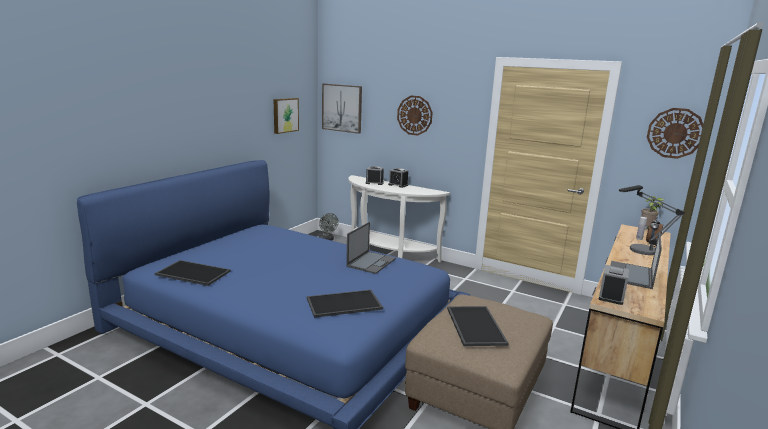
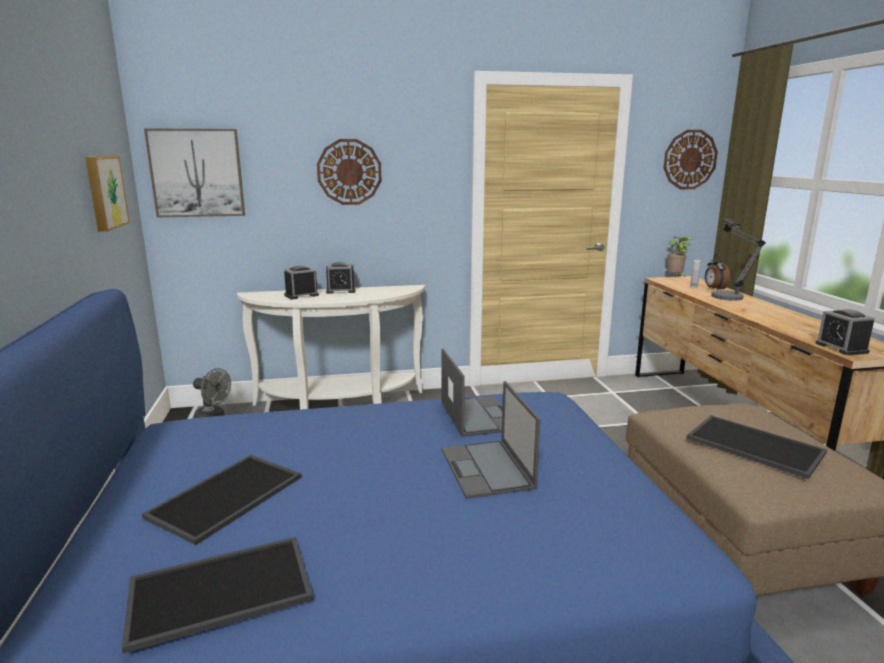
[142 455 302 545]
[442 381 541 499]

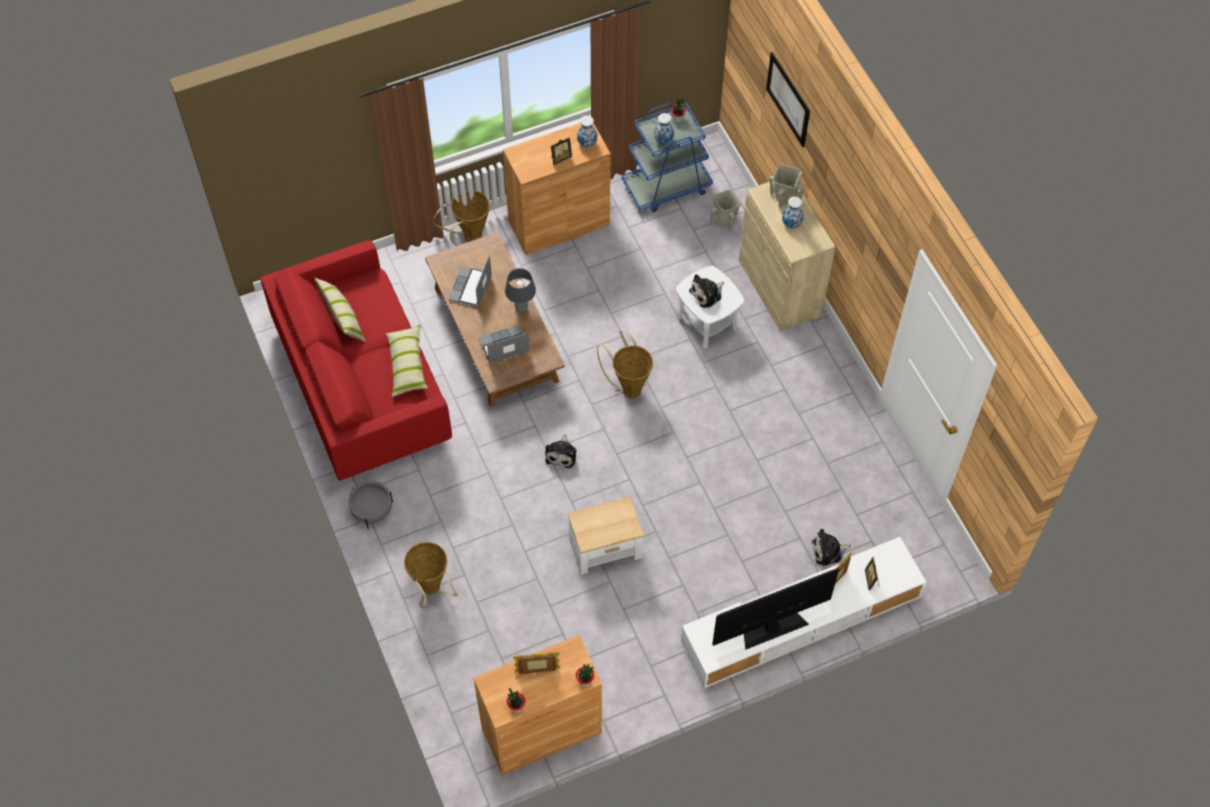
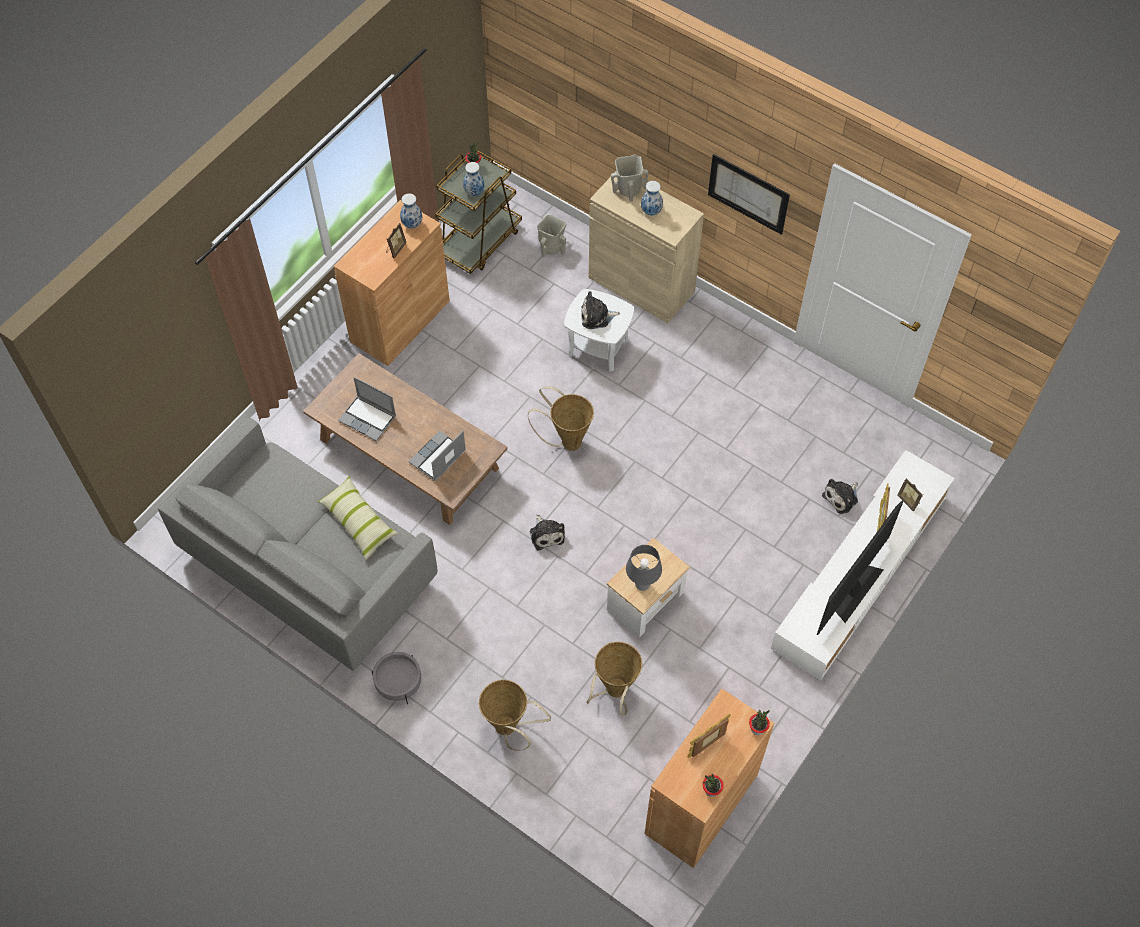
[158 418 437 671]
[314 278 366 342] (first image)
[586 642 643 715]
[338 377 396 441]
[626 545 662 591]
[435 150 522 274]
[581 291 620 329]
[708 154 790 235]

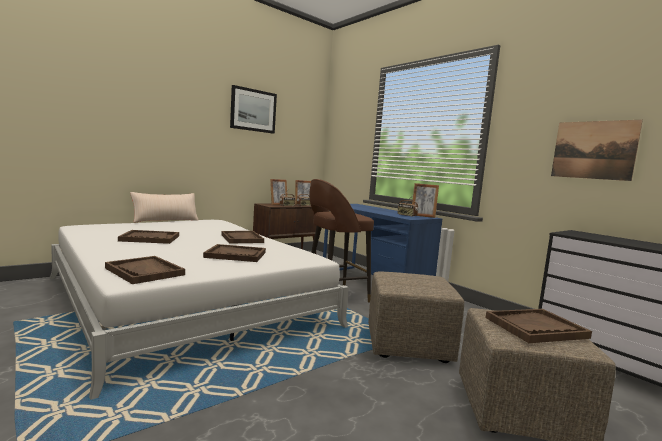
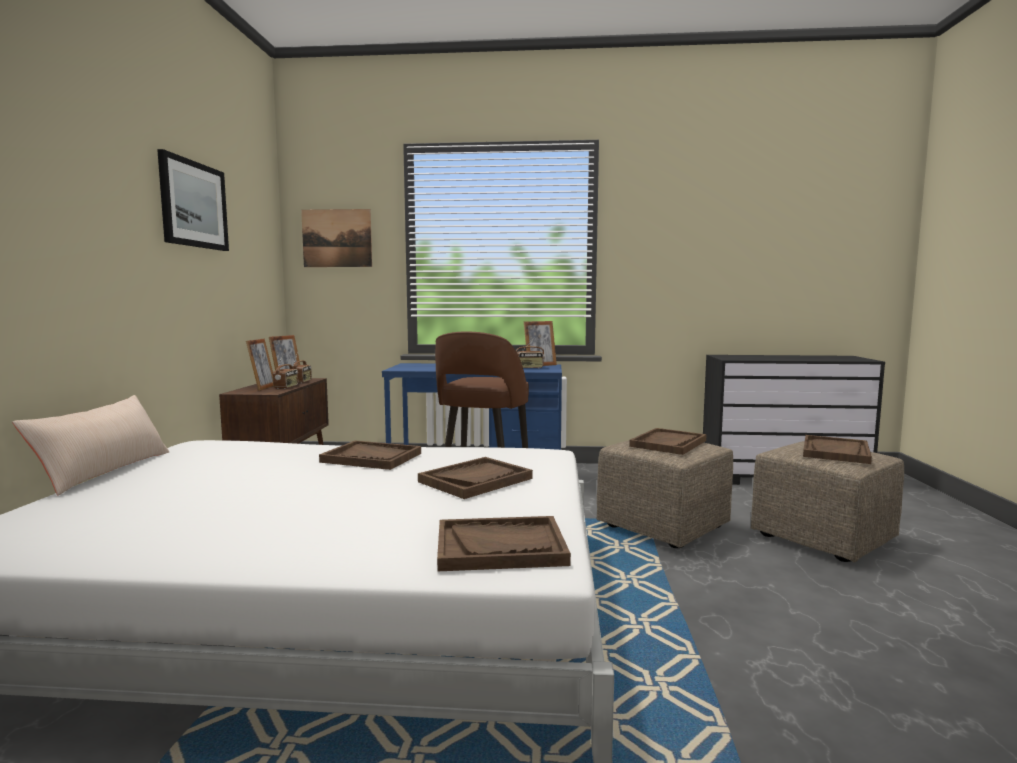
[629 428 707 455]
[301 209 372 267]

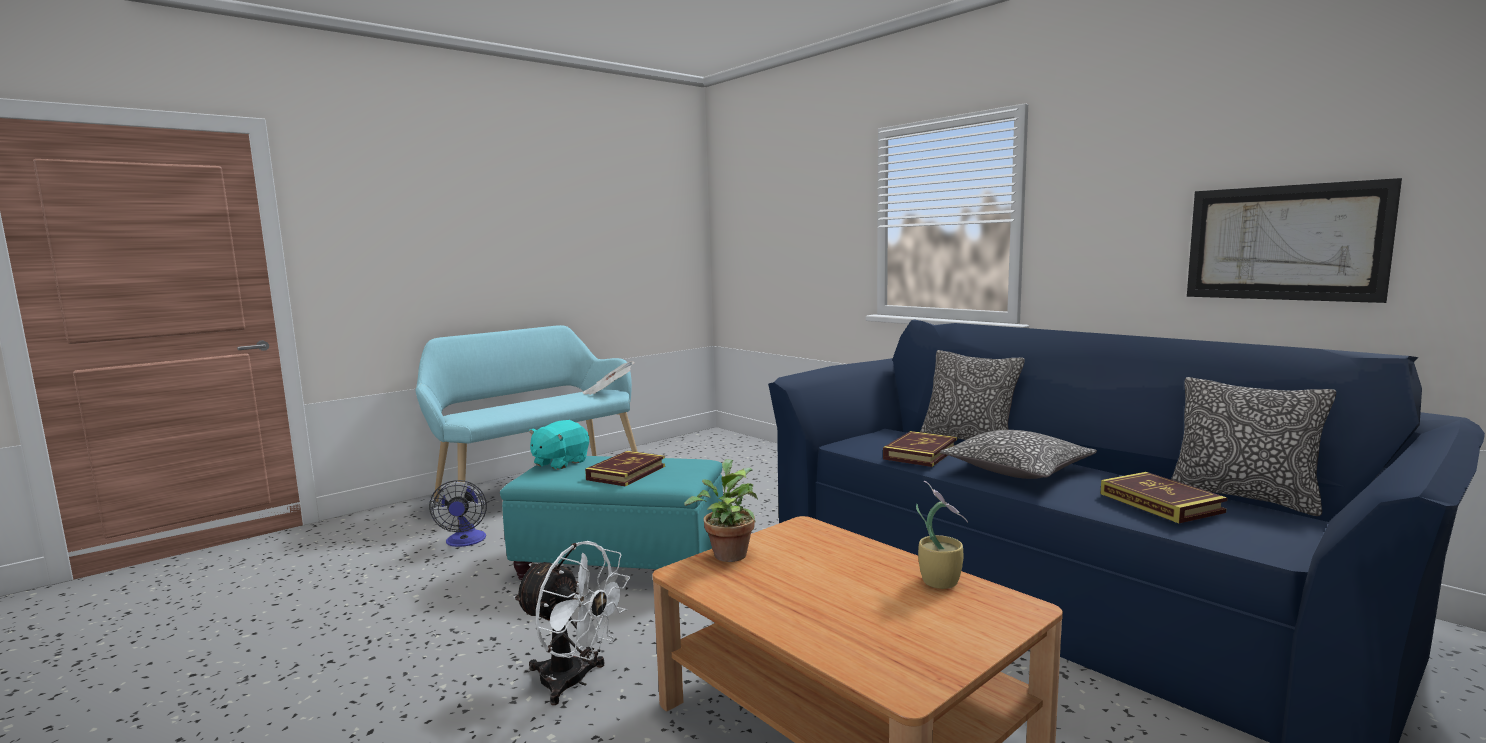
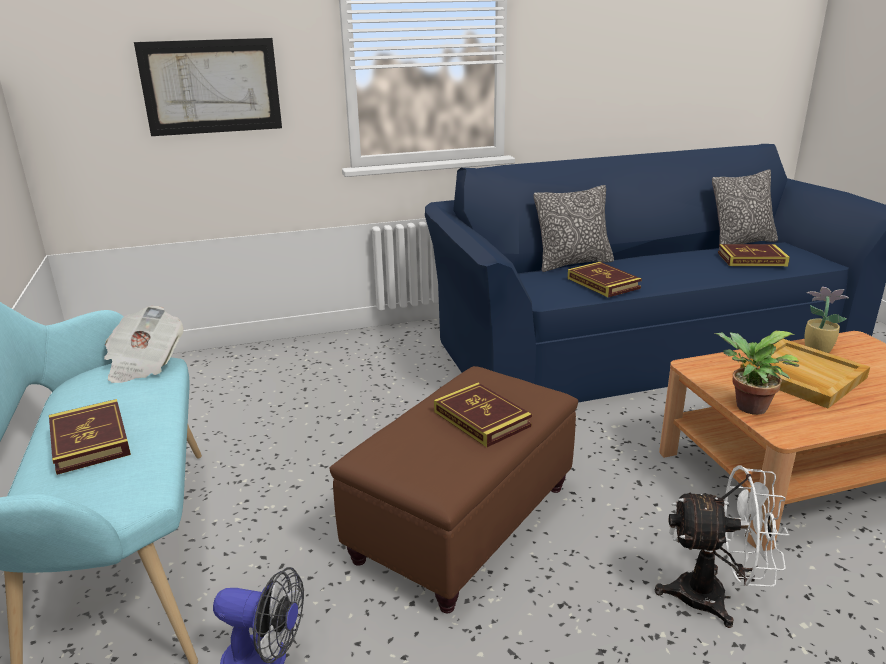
[329 366 578 613]
[655 465 790 628]
[529 420 589 470] (first image)
[940 430 1097 479] (first image)
[134 38 282 136]
[49 399 131 475]
[740 339 870 408]

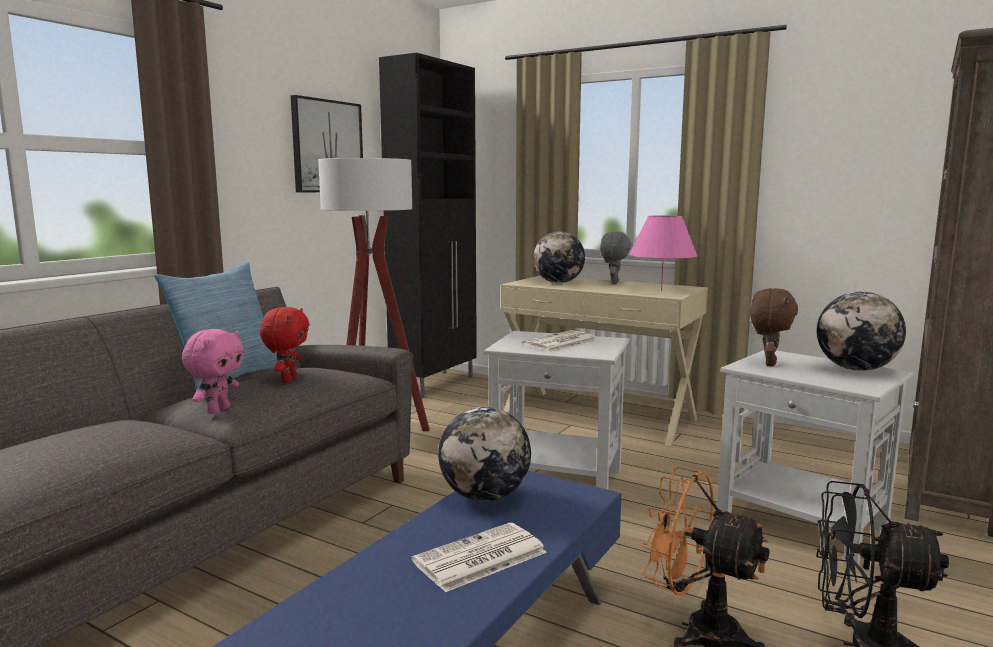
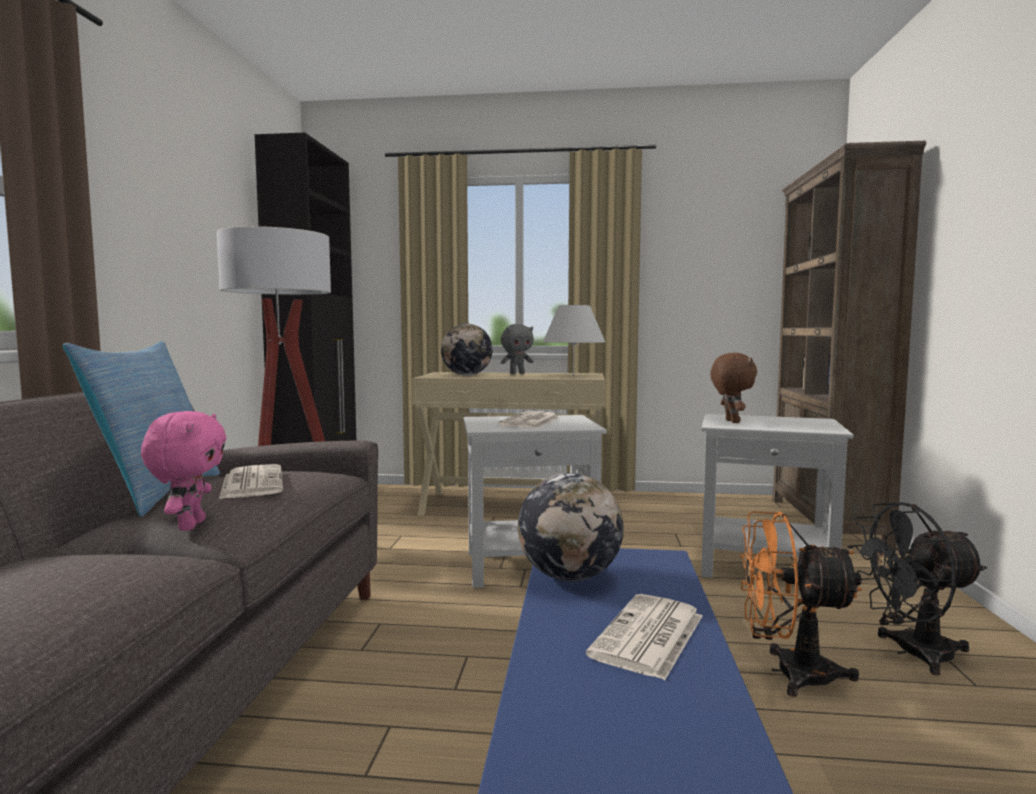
[219 464 283 499]
[291 95 363 193] (first image)
[501 324 534 374]
[543 305 605 376]
[817 291 906 371] (first image)

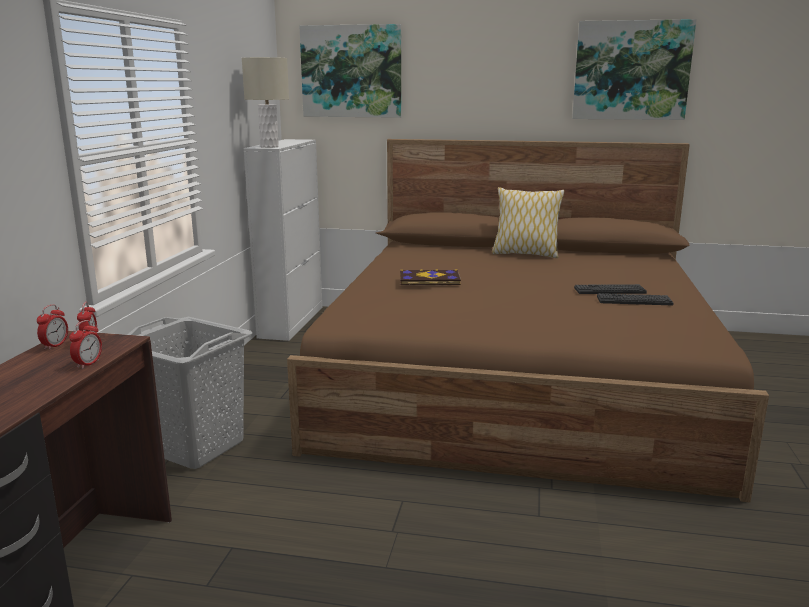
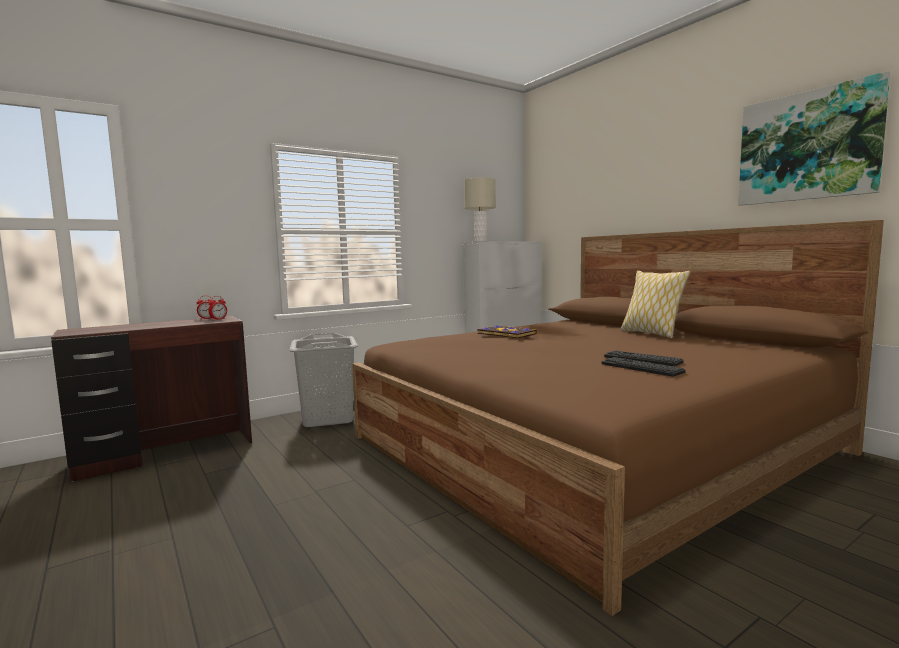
[69 320 102 369] (first image)
[300 24 401 118] (first image)

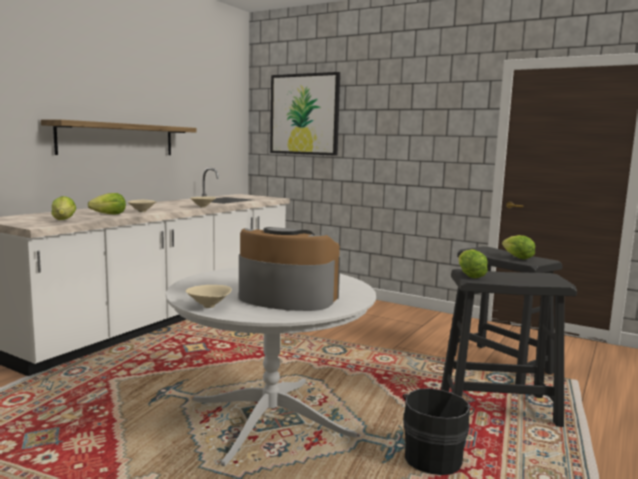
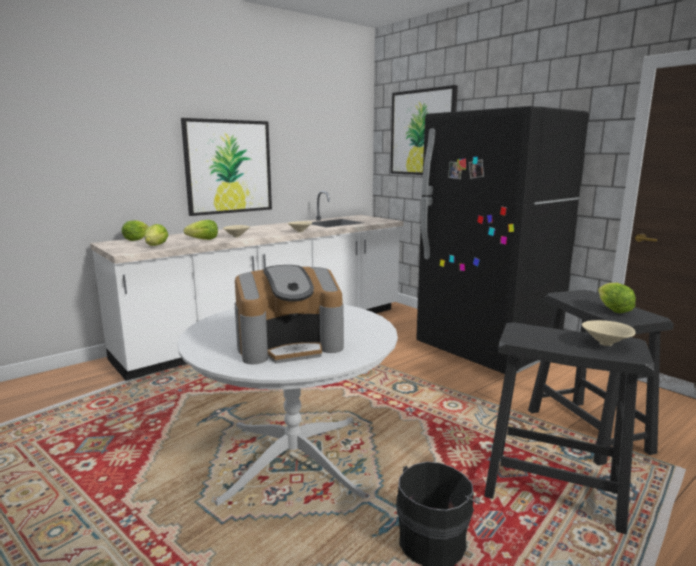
[181 118 272 216]
[582 320 636 346]
[235 265 344 364]
[121 220 149 241]
[416 106 589 374]

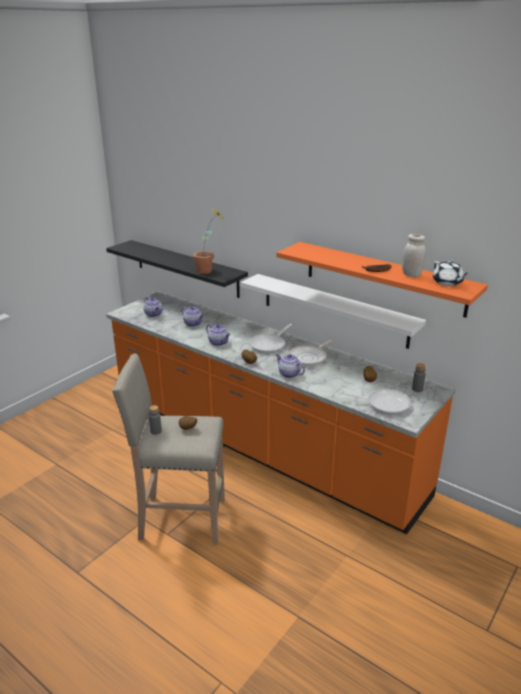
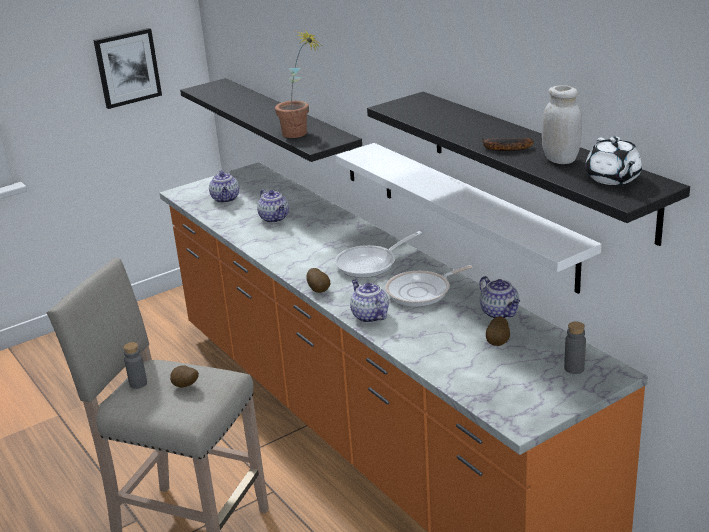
[479 276 520 319]
[367 92 690 246]
[339 389 411 415] (first image)
[93 28 162 109]

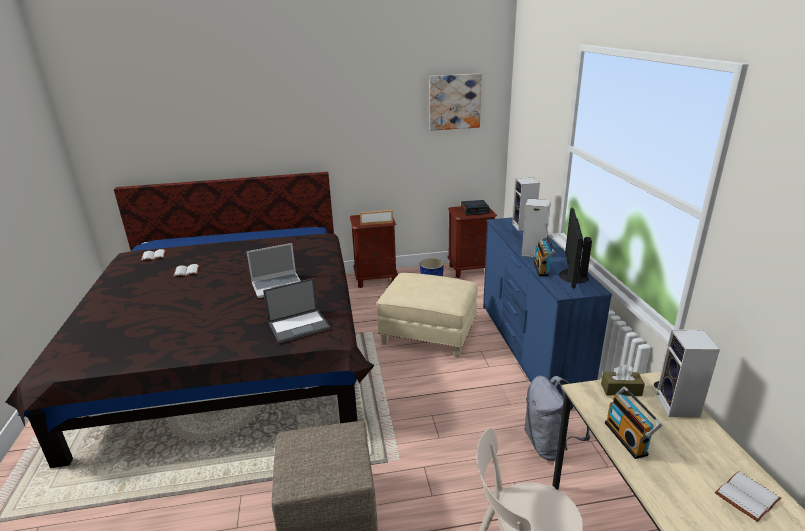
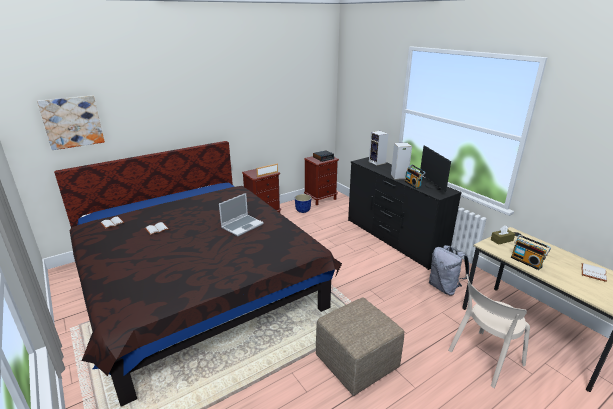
[263 278 331 343] (first image)
[377 273 478 358] (first image)
[37 95 105 150]
[348 157 462 270]
[656 330 720 418] (first image)

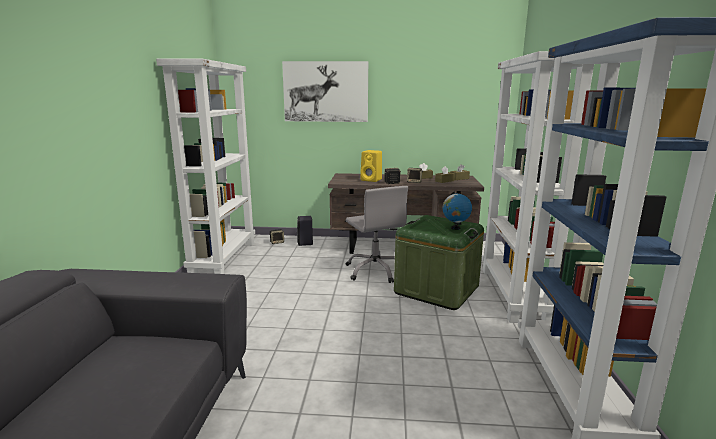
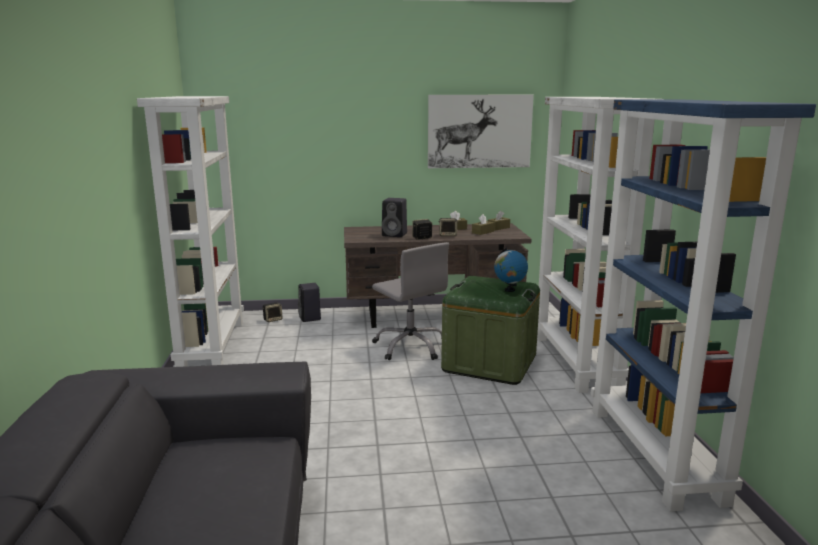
[428 95 534 168]
[382 198 407 237]

